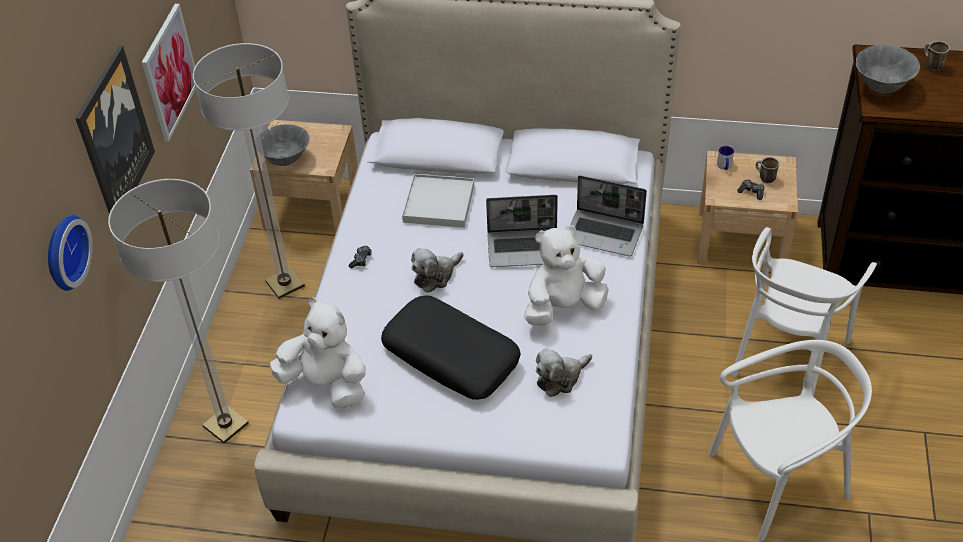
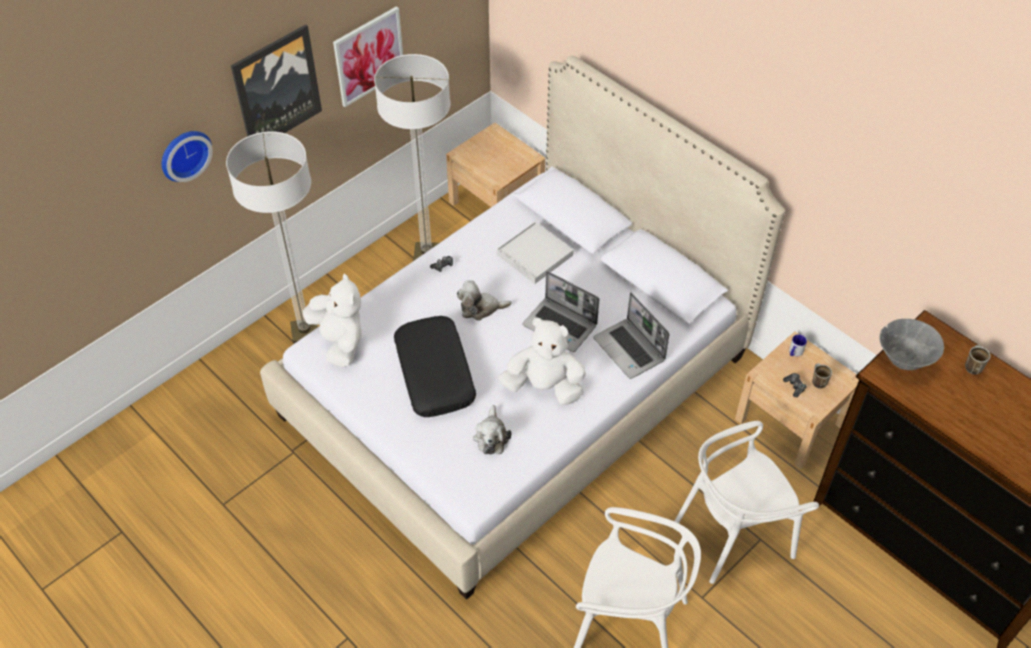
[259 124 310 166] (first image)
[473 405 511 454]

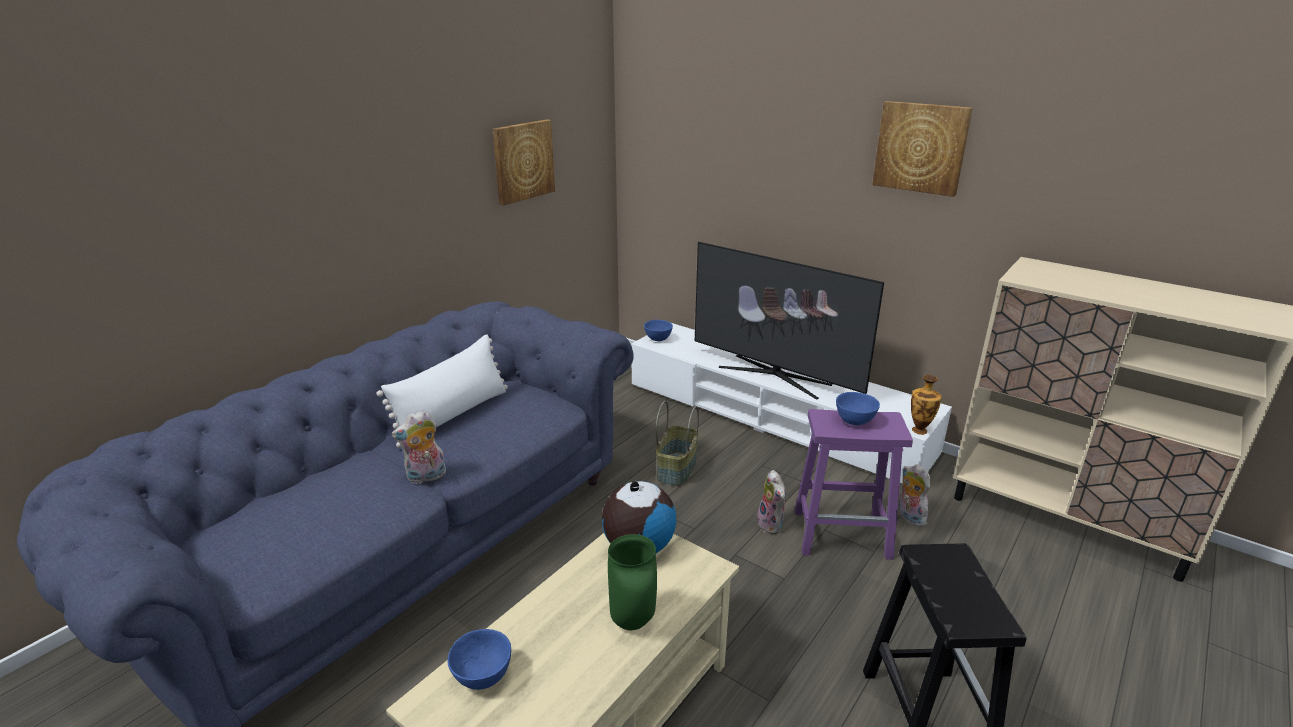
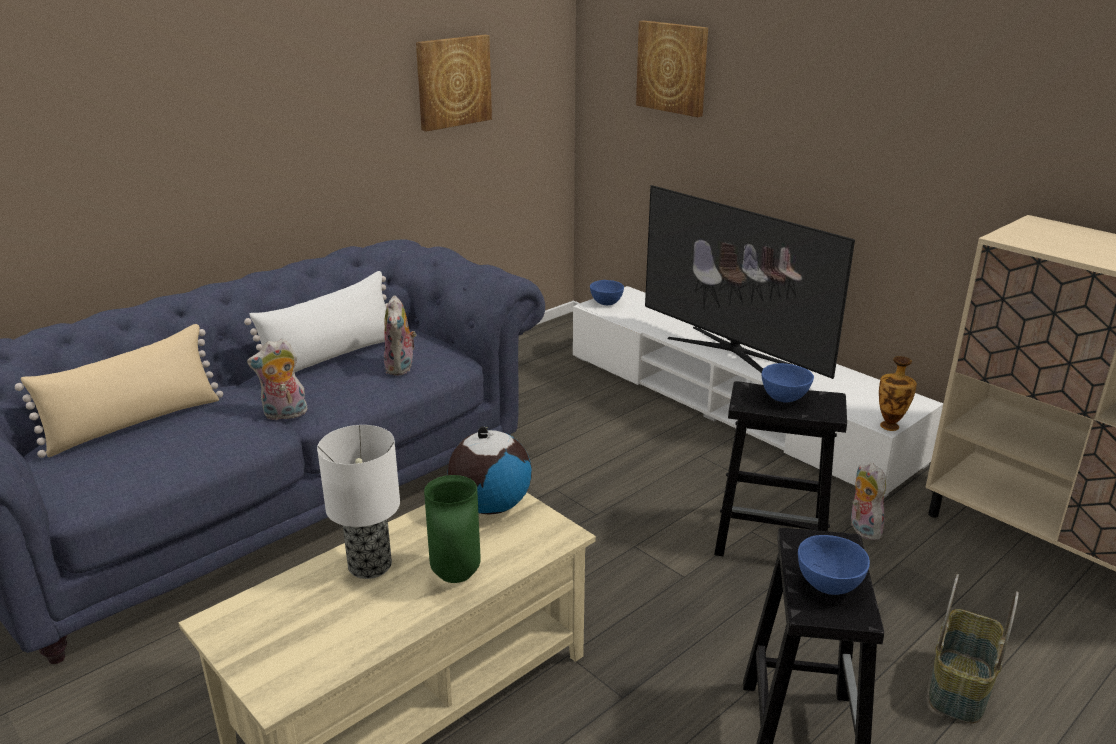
[798 535 870 595]
[929 574 1019 723]
[384 295 416 376]
[714 381 847 556]
[636 20 708 117]
[15 324 223 458]
[317 425 400 579]

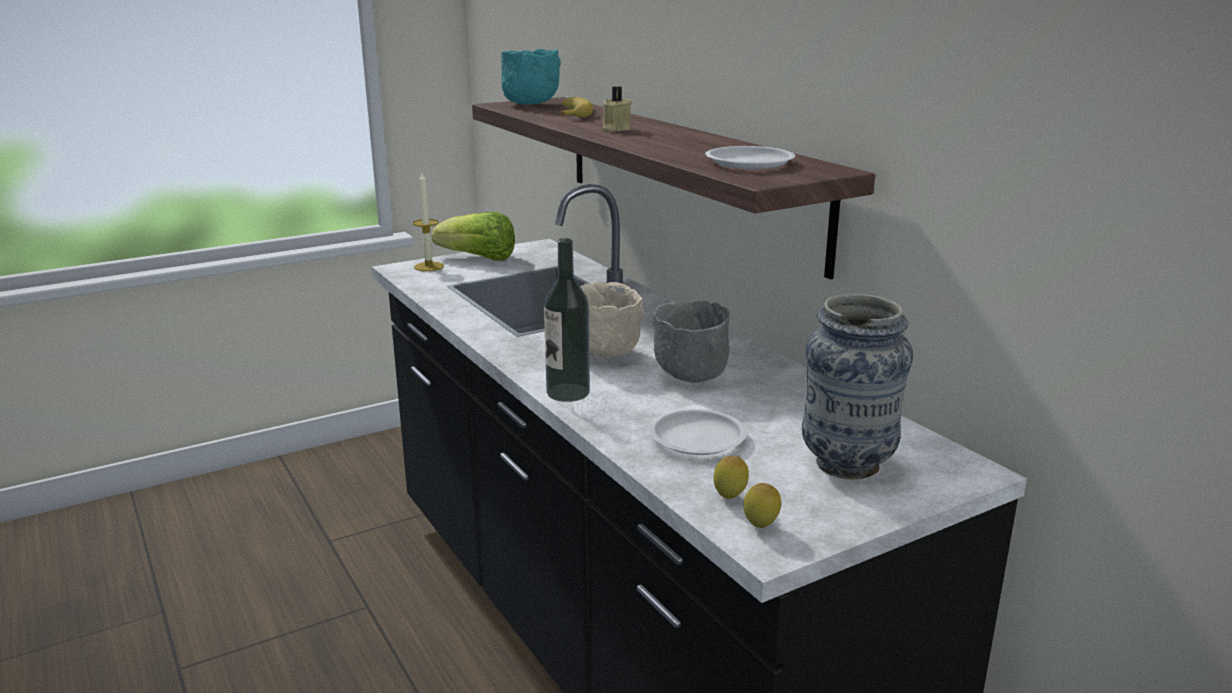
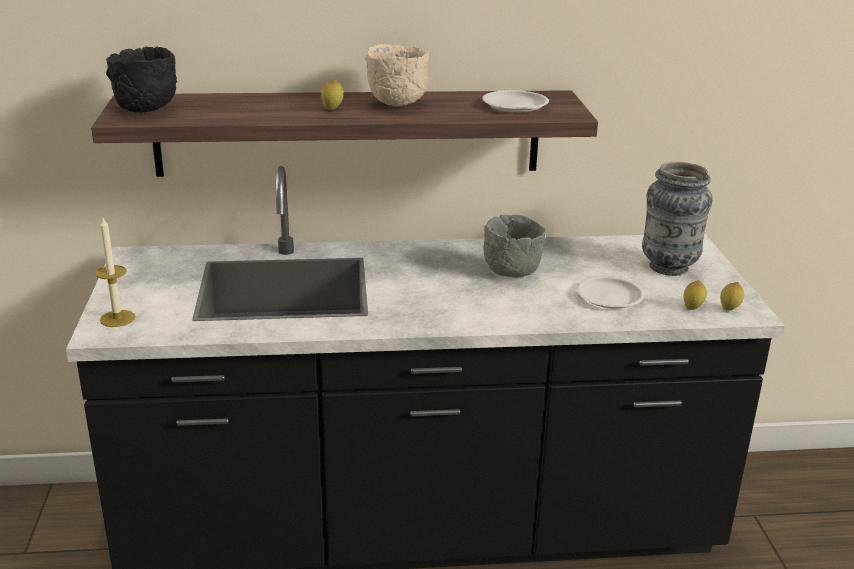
[432 212 515 261] (first image)
[106 47 177 113]
[544 238 590 402] (first image)
[561 97 593 117] (first image)
[365 44 429 106]
[321 79 343 110]

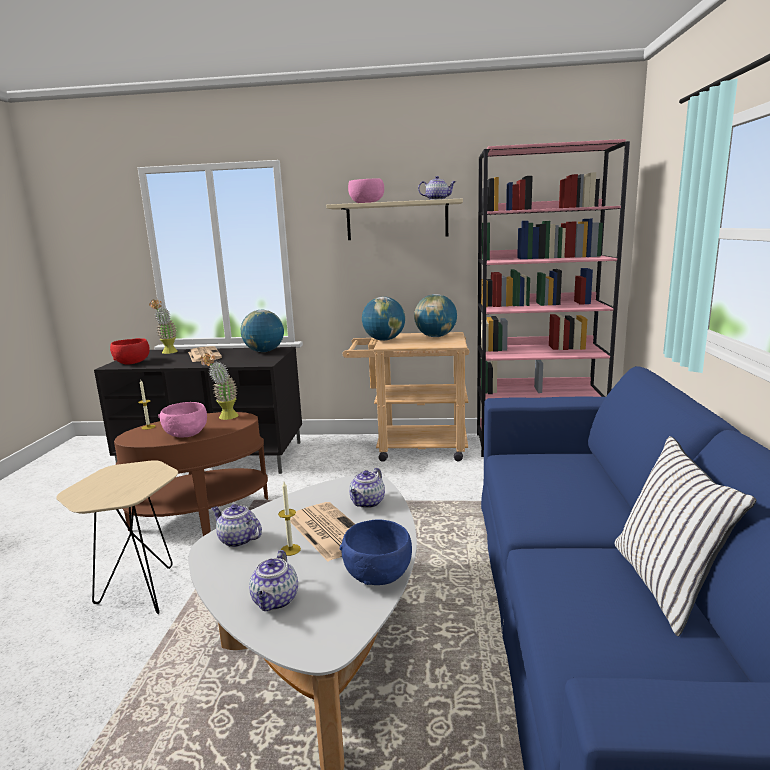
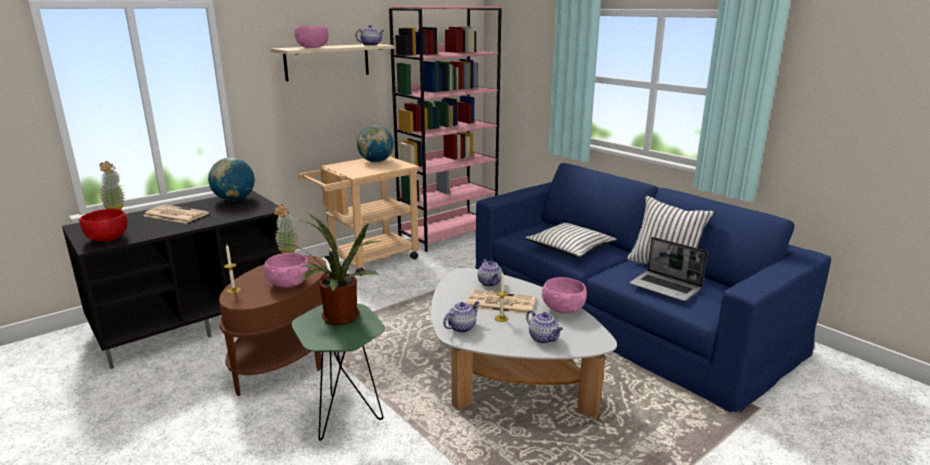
[291 304 385 441]
[443 301 480 333]
[542 277 587 314]
[362 297 405 341] (first image)
[283 214 382 325]
[525 223 617 257]
[629 237 707 301]

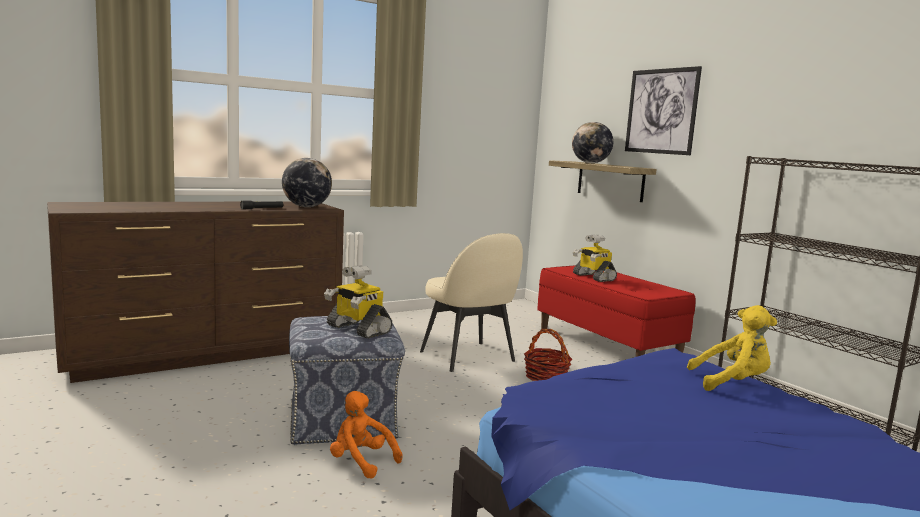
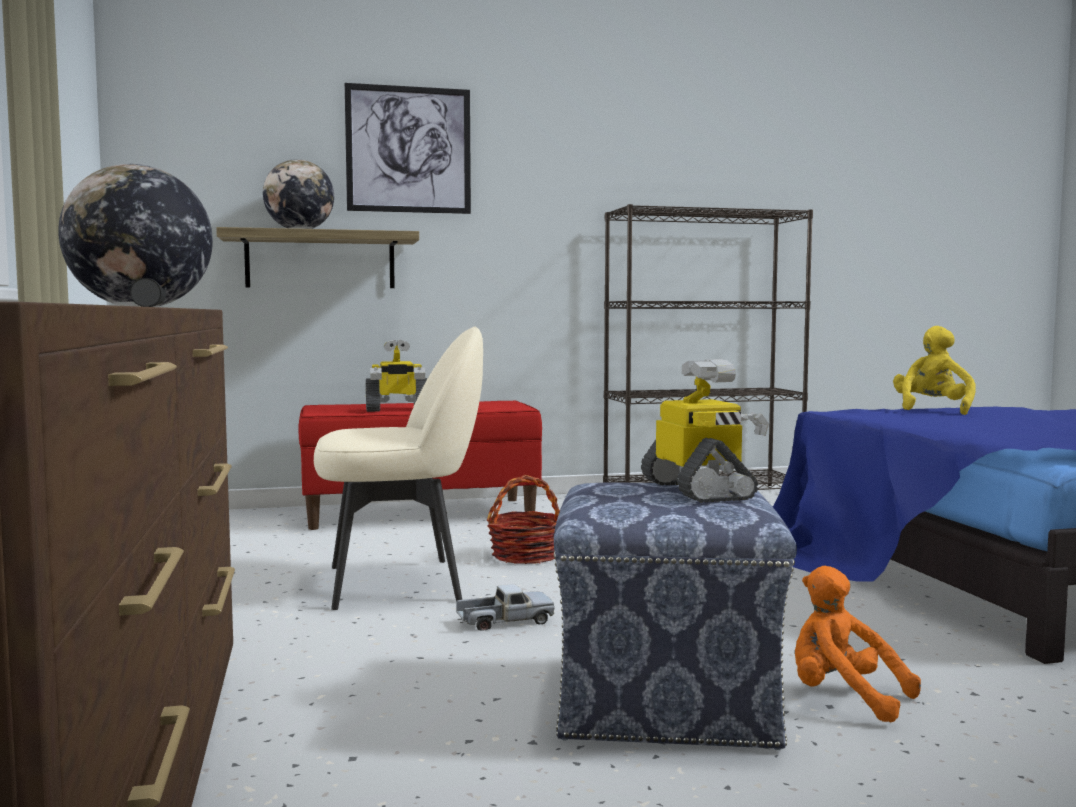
[641 359 769 502]
[795 566 921 722]
[456 584 555 631]

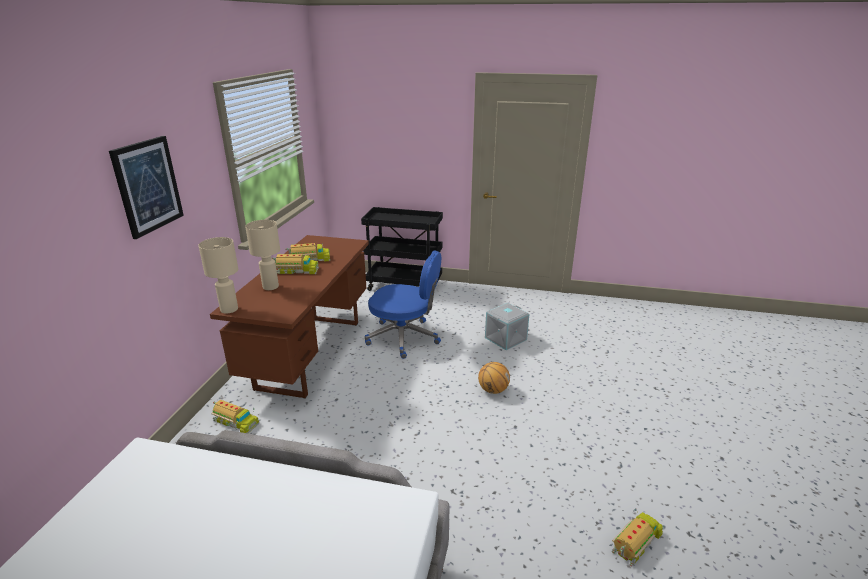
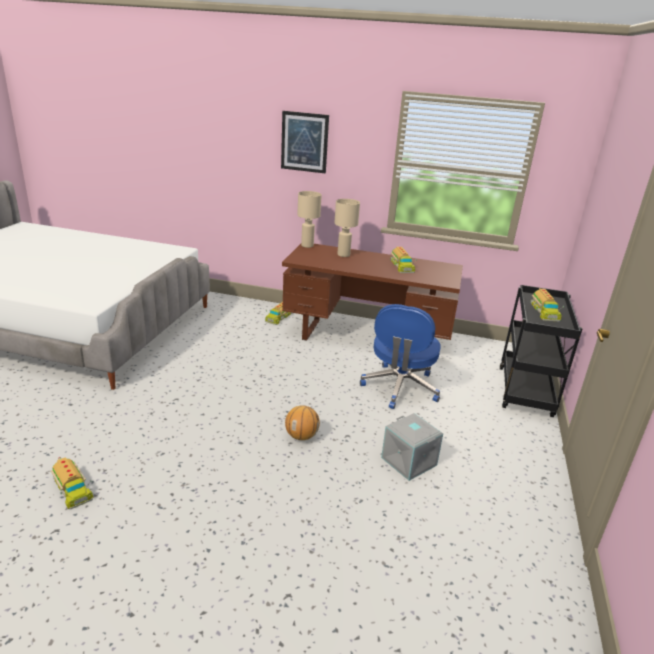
[530 288 564 322]

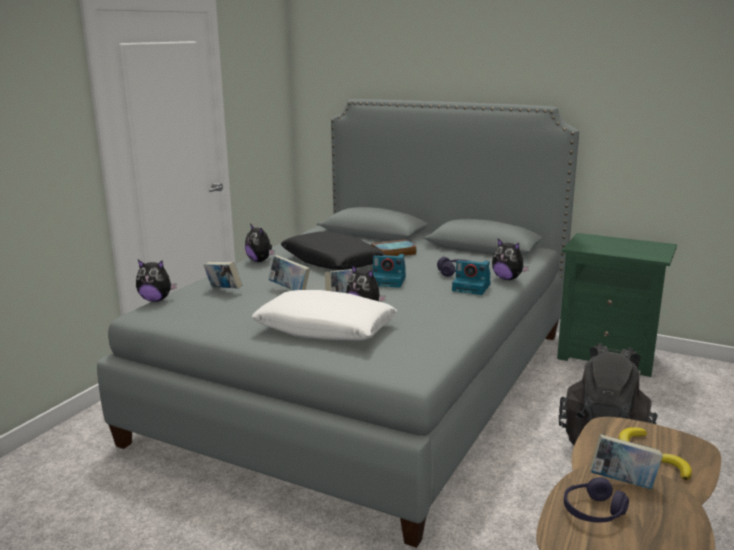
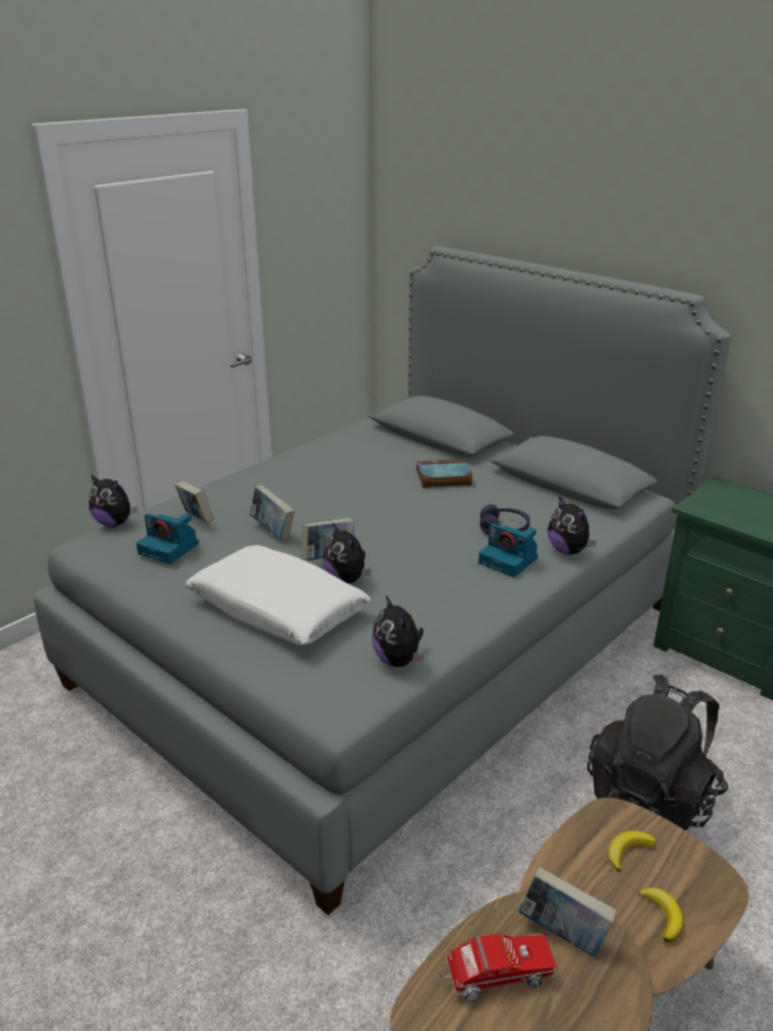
[372 595 424 667]
[281 232 385 270] (first image)
[136 513 199 564]
[438 933 557 1002]

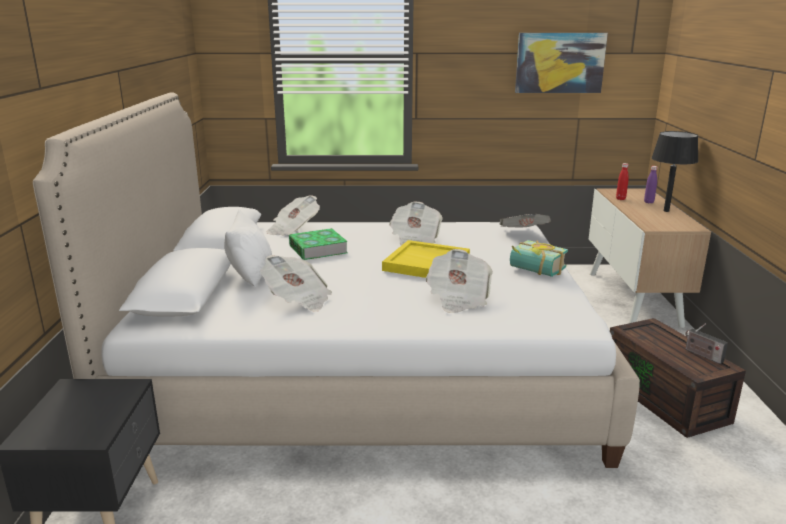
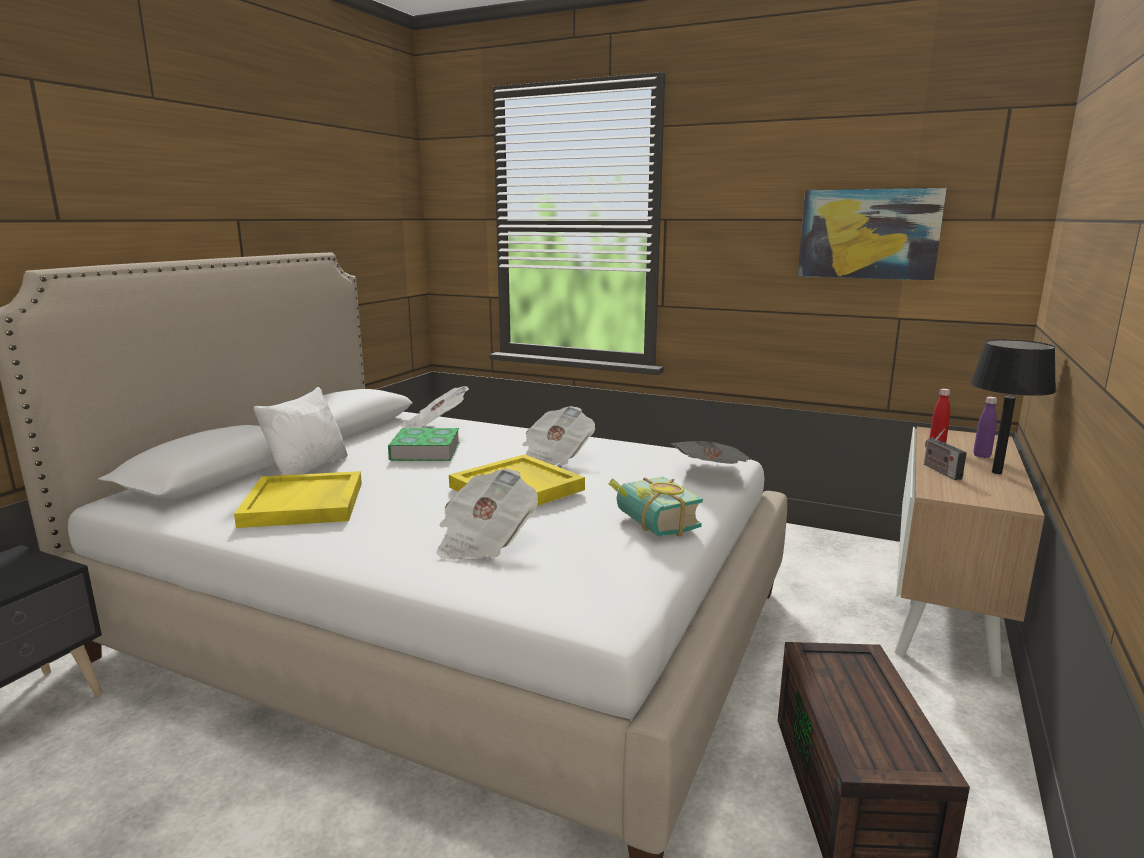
[234 471 362 528]
[924 429 967 480]

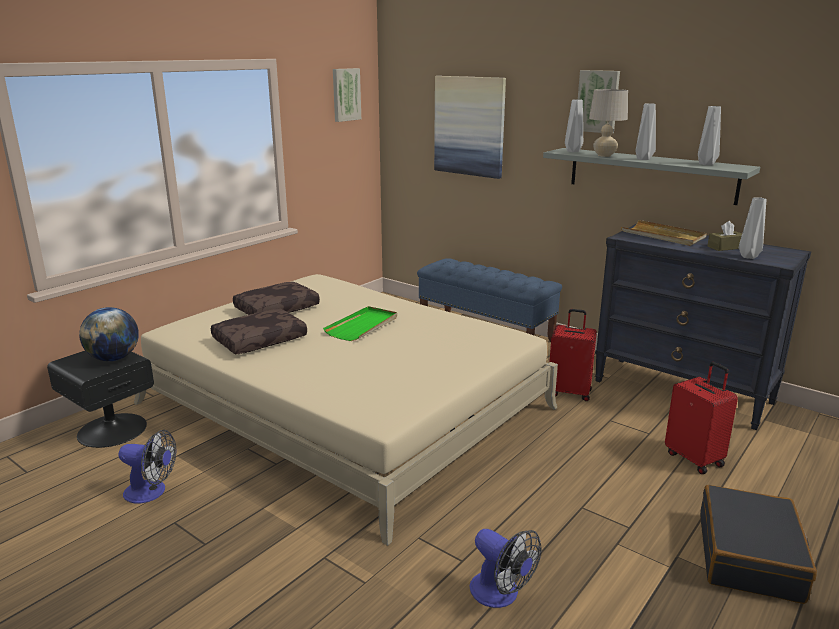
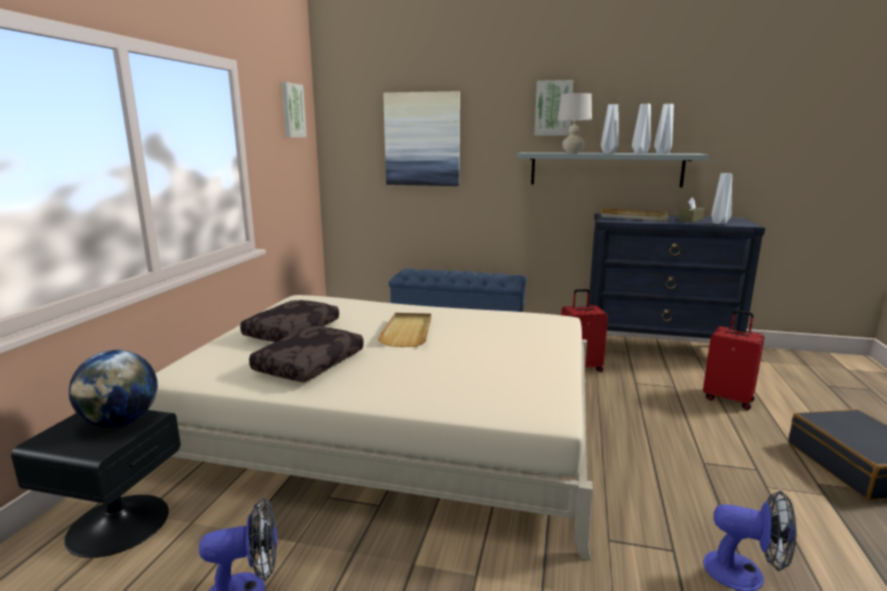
[378 313 431 347]
[632 104 651 154]

